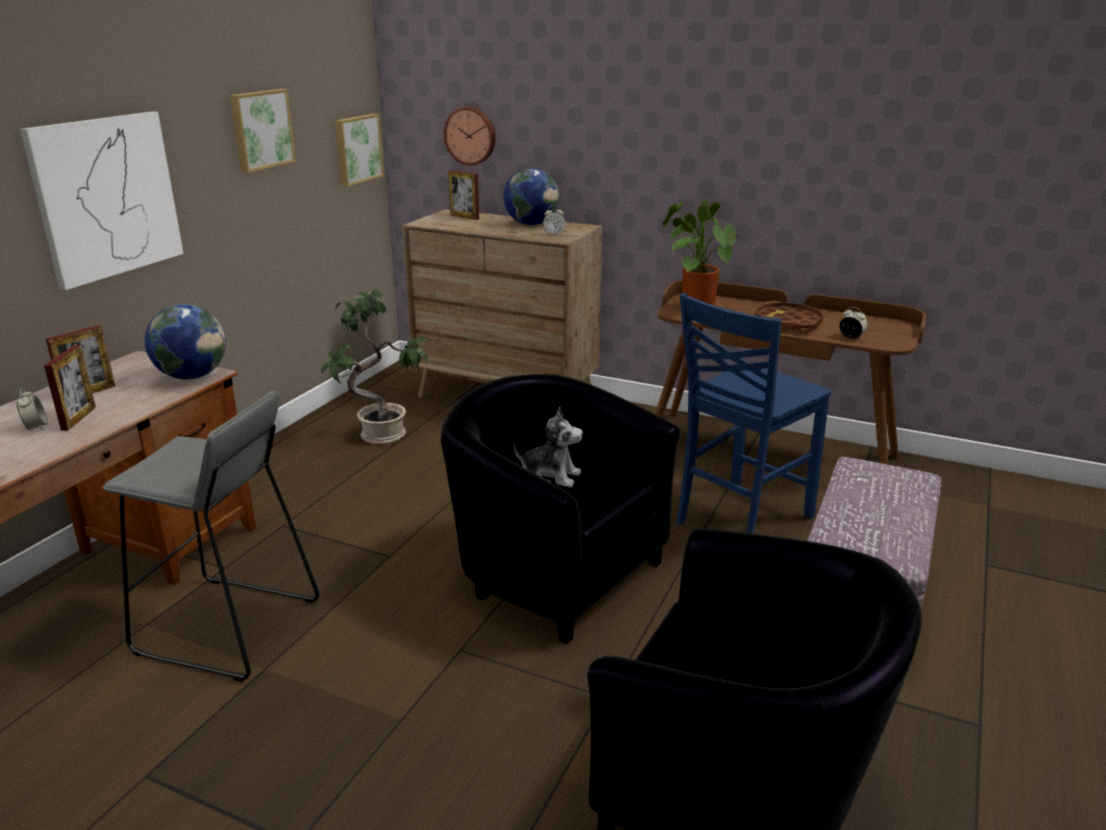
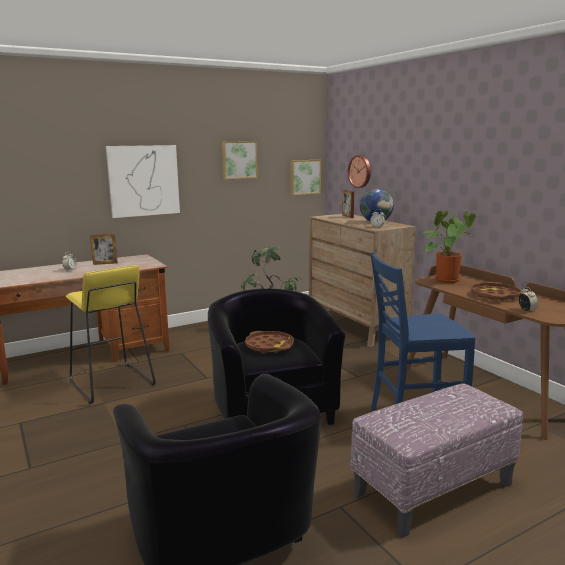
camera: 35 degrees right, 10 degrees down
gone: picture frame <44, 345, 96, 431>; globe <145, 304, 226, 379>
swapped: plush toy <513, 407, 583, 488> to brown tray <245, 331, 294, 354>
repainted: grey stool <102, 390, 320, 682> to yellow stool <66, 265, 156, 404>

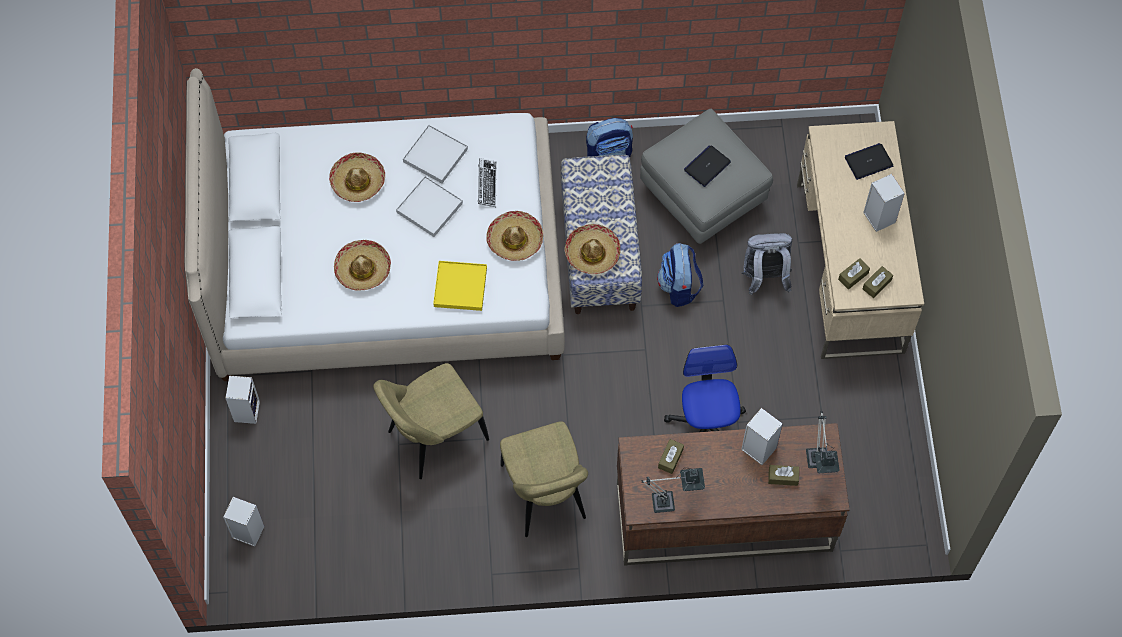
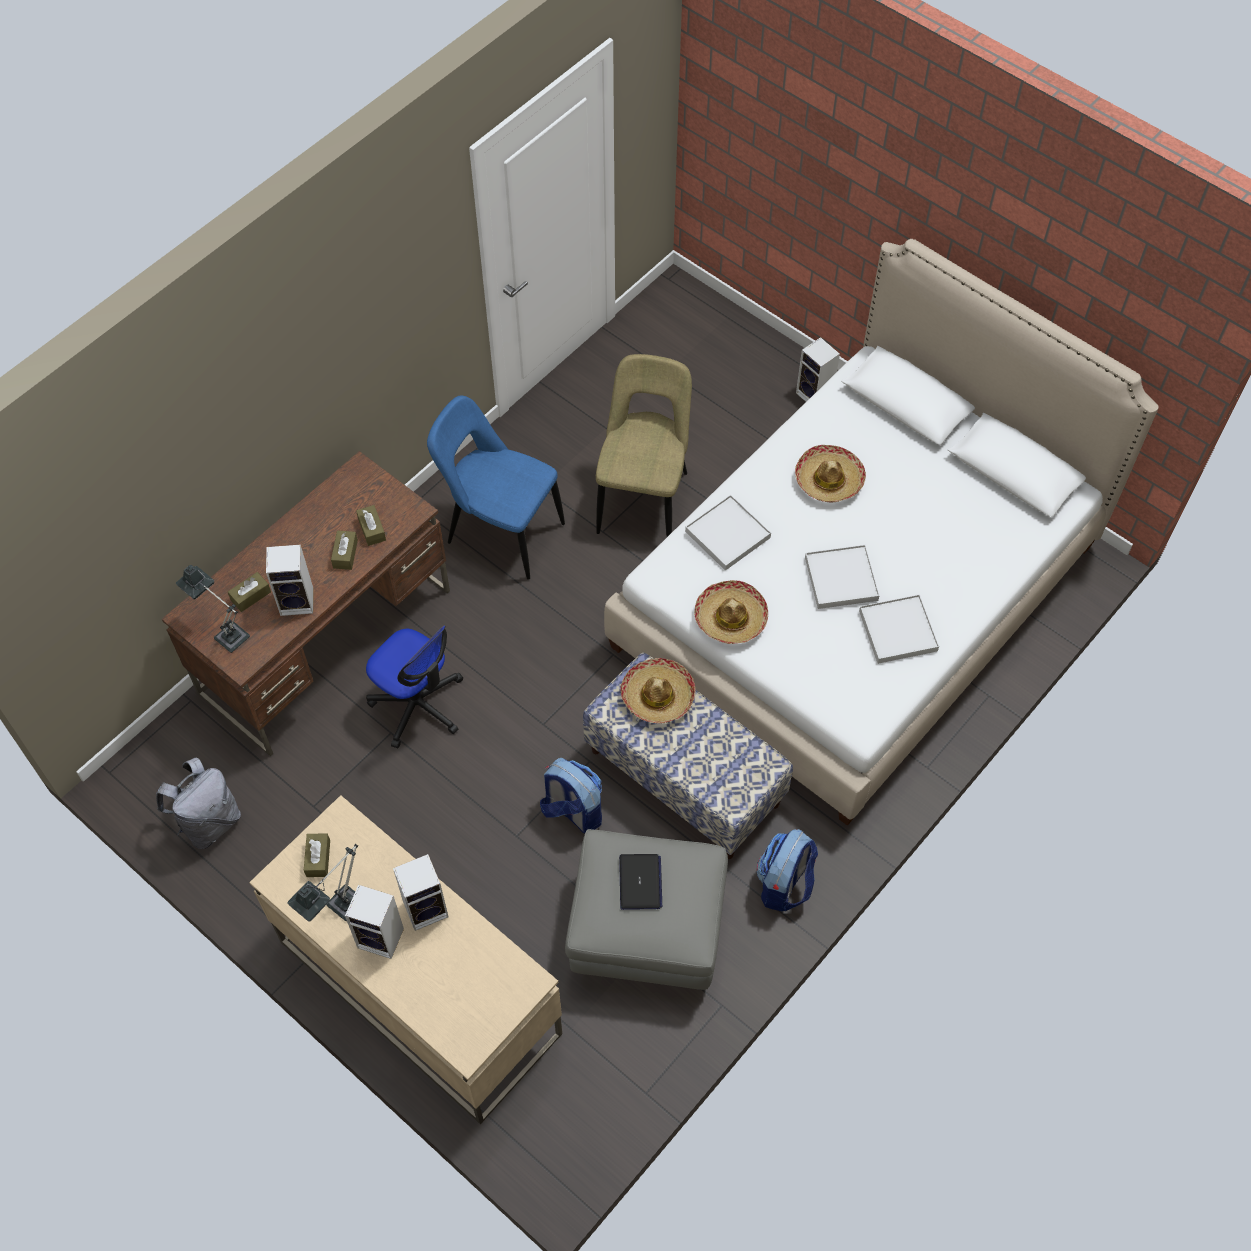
camera: 135 degrees right, 5 degrees down
gone: hat <329, 152, 385, 202>; keyboard <478, 158, 497, 207>; laptop <845, 143, 893, 180>
shifted: speaker <223, 497, 265, 547> to <393, 854, 449, 931>; table lamp <641, 468, 705, 513> to <287, 844, 358, 921>; grey backpack <742, 233, 792, 295> to <156, 758, 241, 849>; brown tissue box <838, 258, 870, 290> to <331, 530, 358, 570>
repainted: yellow tray <433, 261, 487, 311> to white tray <685, 495, 771, 571>; beige chair <500, 421, 588, 537> to blue chair <427, 395, 565, 580>

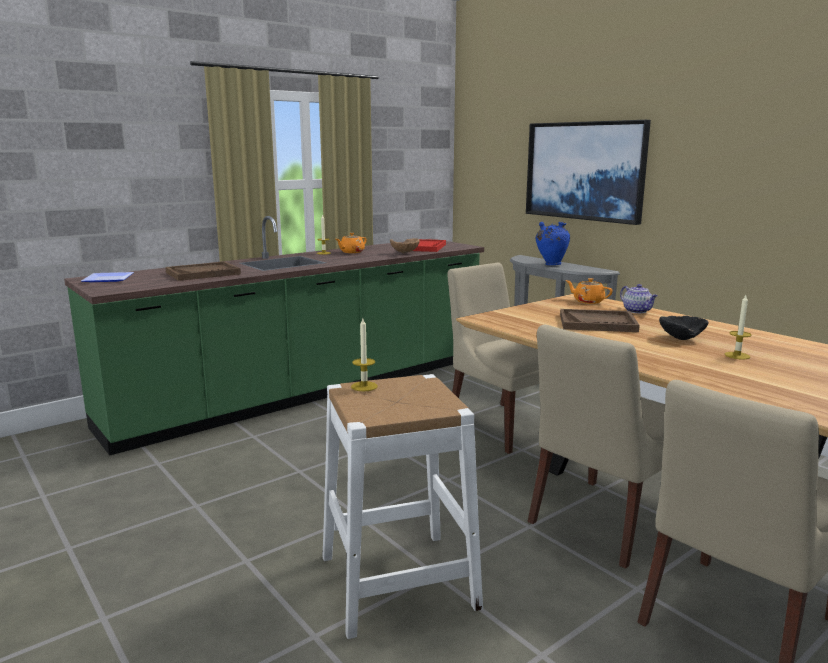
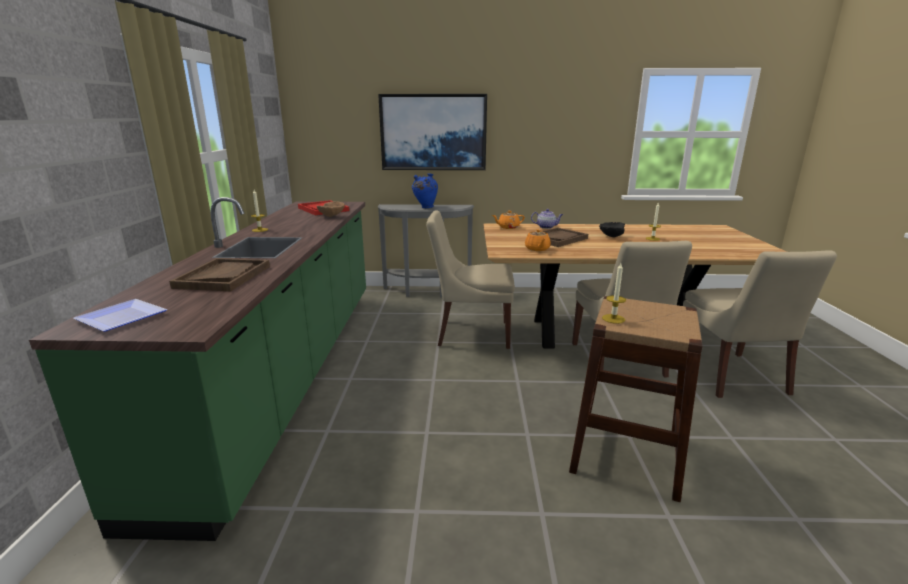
camera: 50 degrees left, 5 degrees up
shifted: orange teapot <336, 233, 367, 253> to <525, 229, 551, 251>
repainted: white stool <322, 374, 483, 639> to brown stool <569, 296, 703, 502>

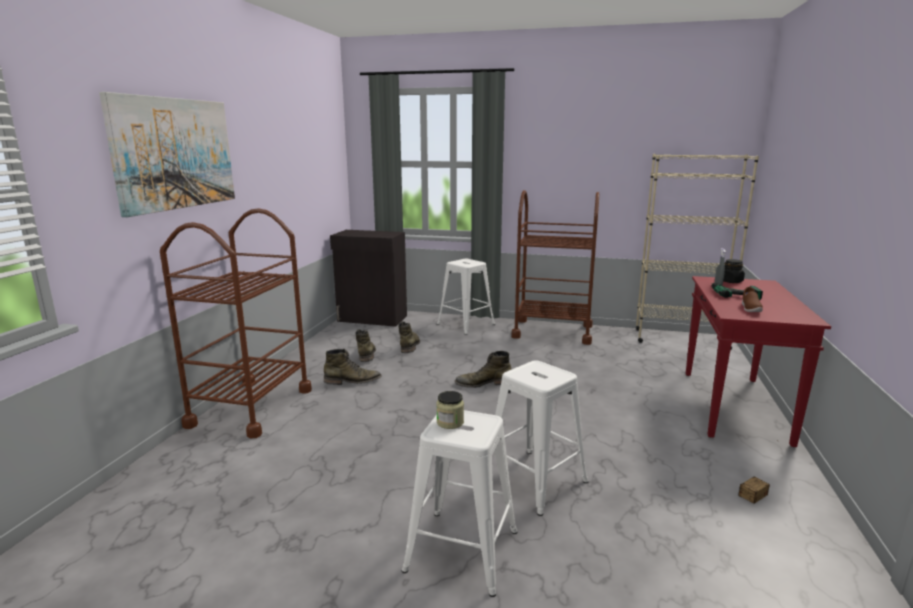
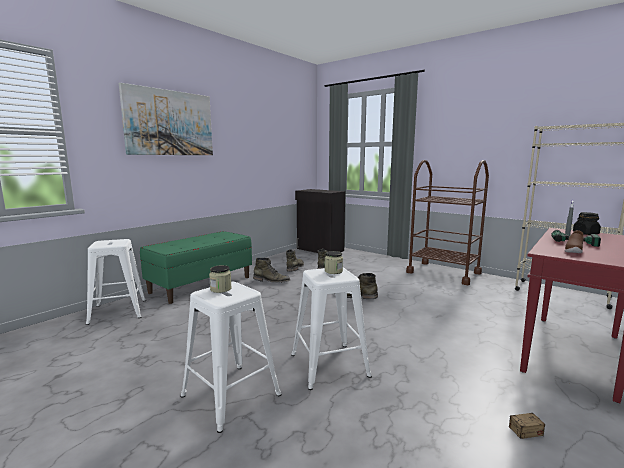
camera: 25 degrees right, 5 degrees down
new: jar <325, 251, 343, 274>
shifted: white stool <437, 259, 495, 335> to <86, 239, 146, 325>
swapped: brown cart <160, 208, 312, 438> to green bench <140, 231, 252, 304>

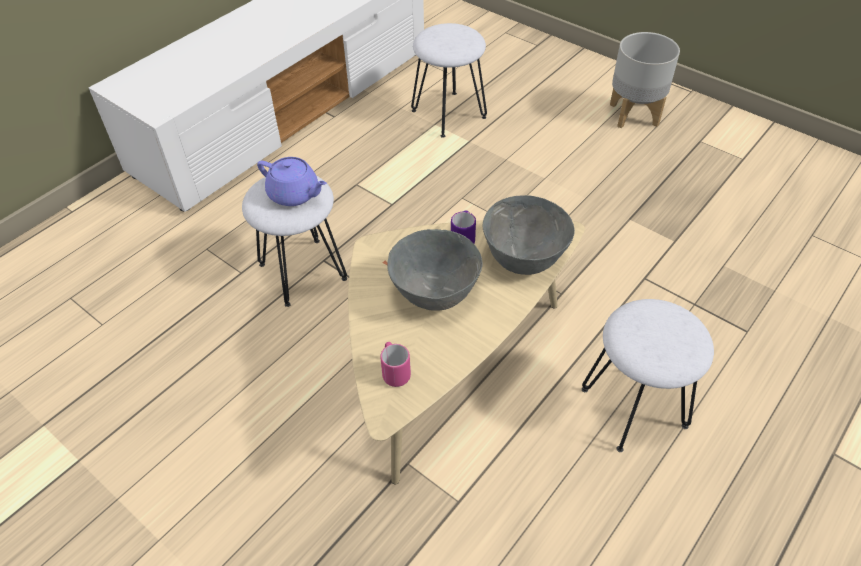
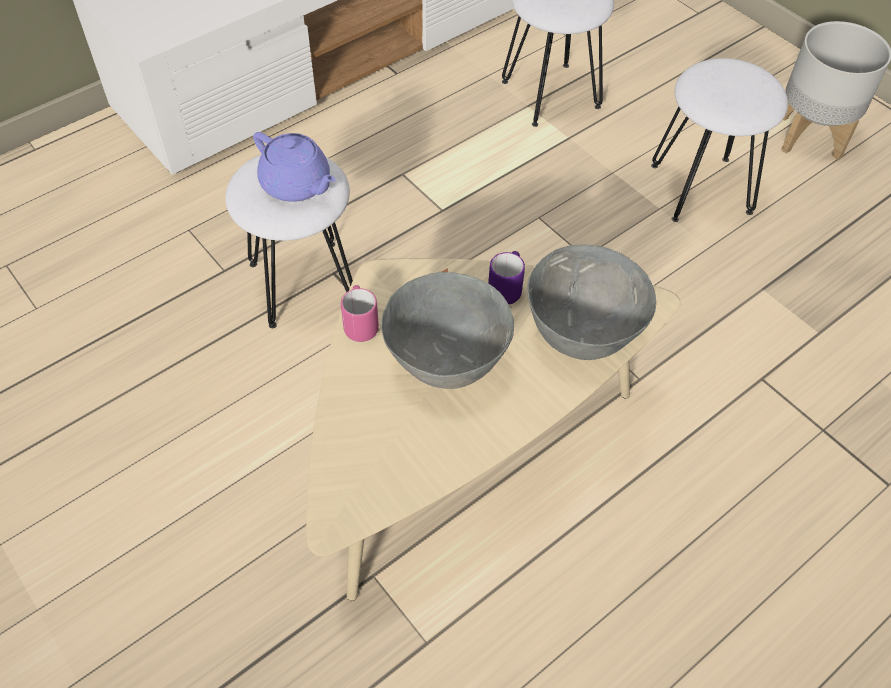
camera: 10 degrees right, 5 degrees up
shifted: pink mug <380, 342, 411, 387> to <341, 285, 379, 342>; white stool <582, 299, 714, 452> to <651, 58, 788, 222>

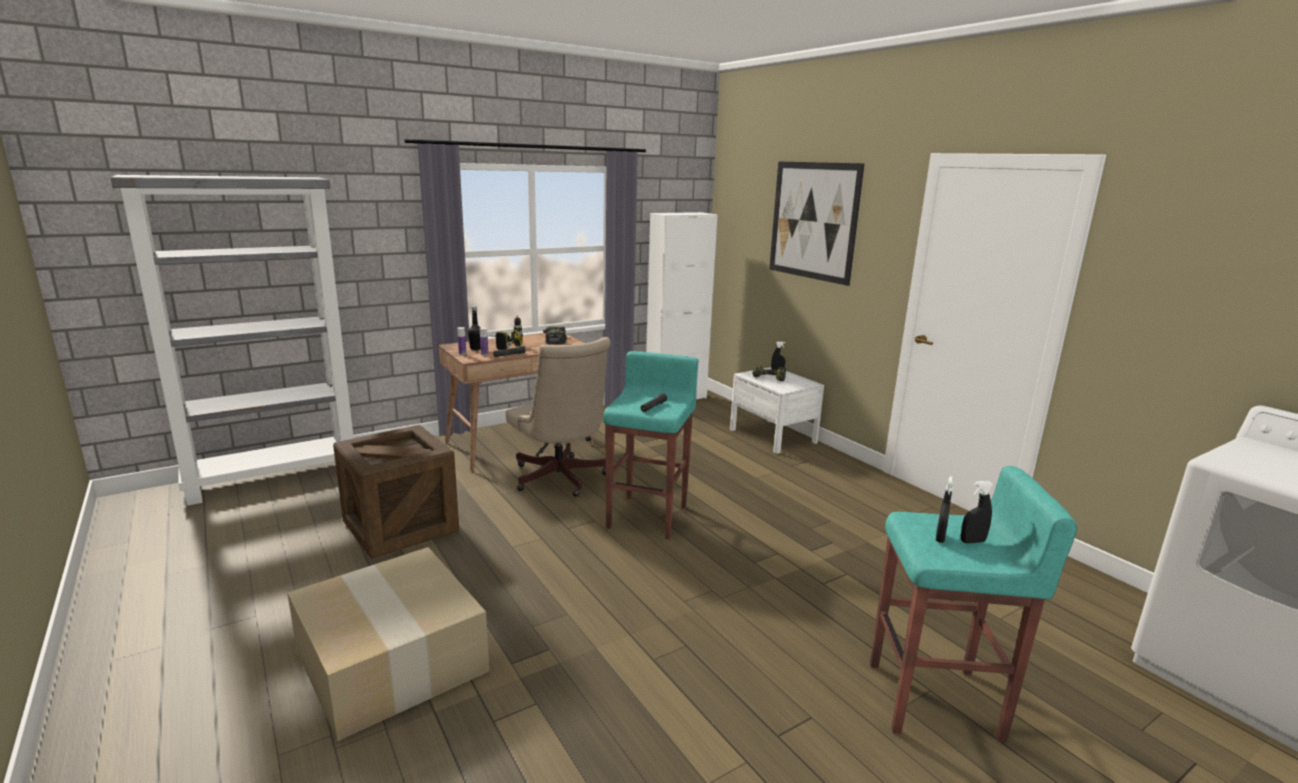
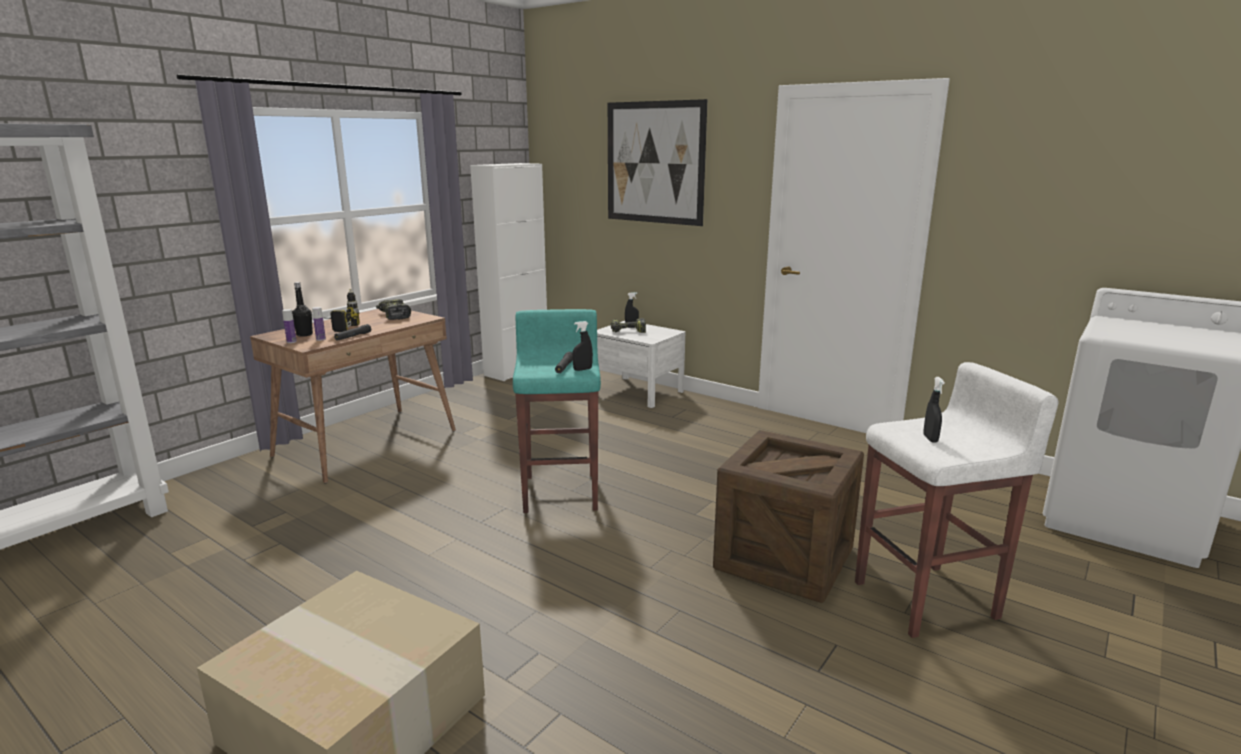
camera: 20 degrees left, 0 degrees up
gone: beige office chair <506, 337, 610, 497>
shifted: crate <333, 425, 459, 558> to <713, 430, 864, 603>; black spray bottle <961, 481, 994, 543> to <572, 321, 593, 371>
repainted: turquoise stool <870, 466, 1077, 742> to white stool <855, 362, 1059, 638>

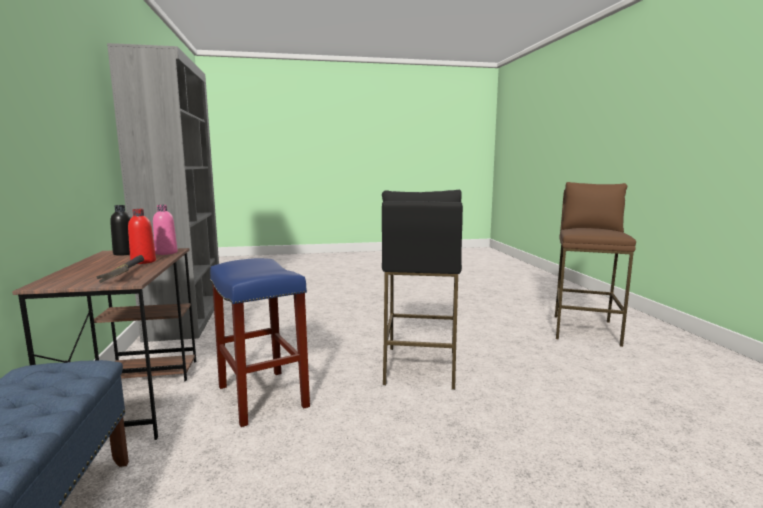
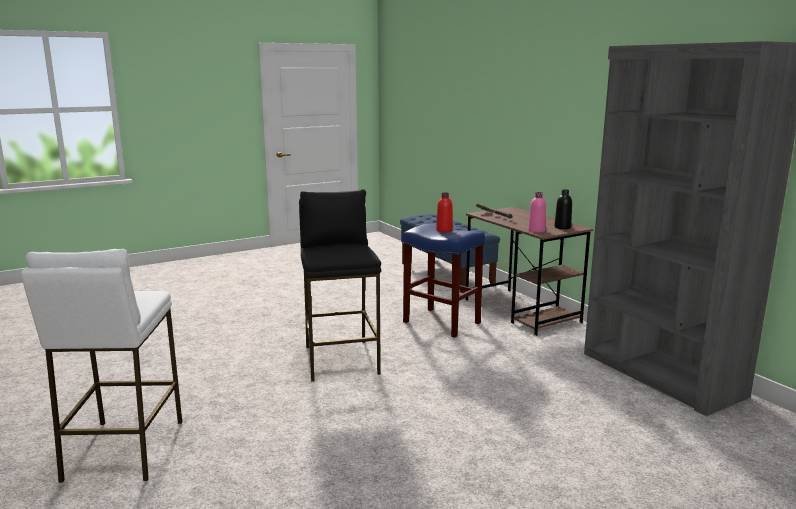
camera: 160 degrees right, 5 degrees up
shifted: red bottle <128, 209, 156, 264> to <436, 193, 453, 232>
repainted: brown stool <555, 182, 636, 347> to white stool <21, 249, 182, 483>

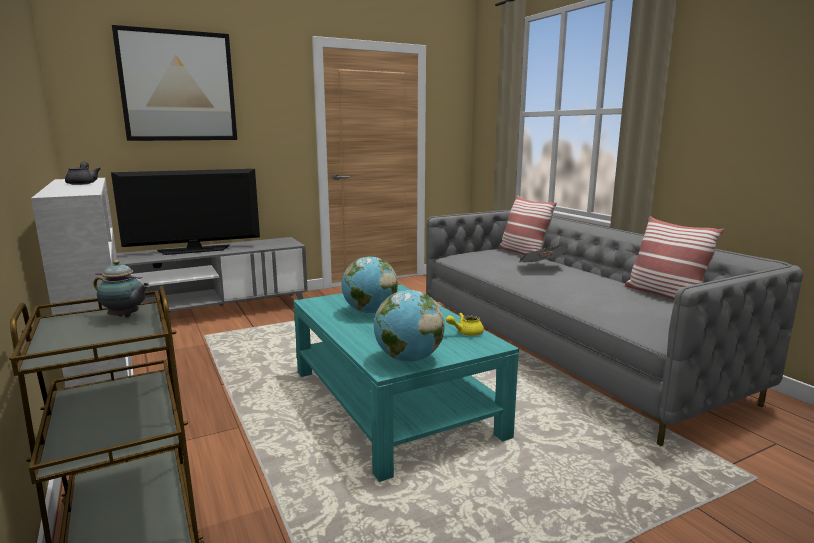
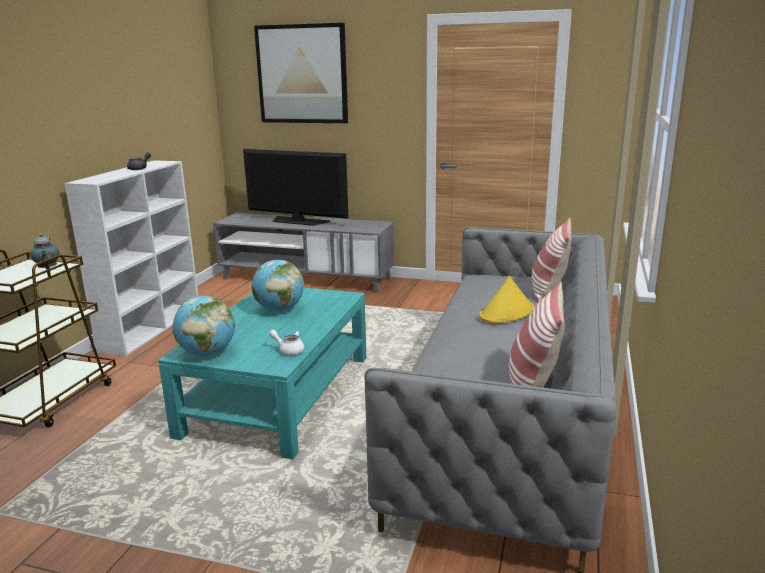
camera: 45 degrees right, 5 degrees up
swapped: newspaper <519, 245, 568, 263> to yellow hat <479, 276, 534, 323>
repainted: yellow teapot <446, 313, 484, 336> to white teapot <269, 330, 304, 355>

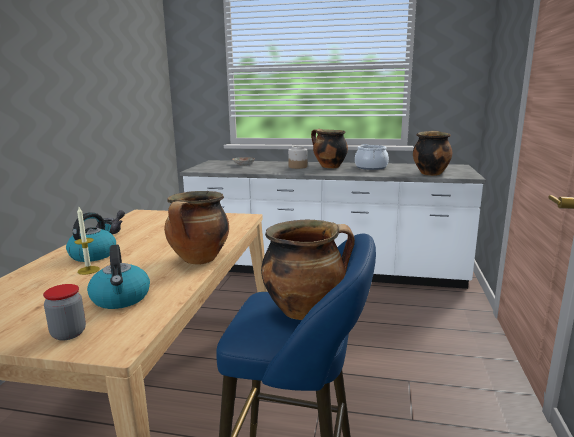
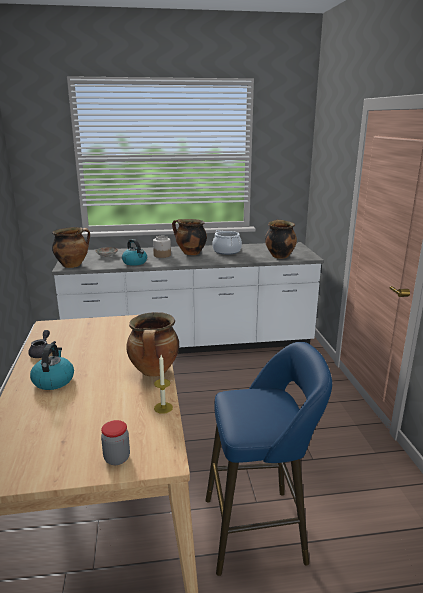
camera: 20 degrees left, 5 degrees up
shifted: candle <74, 207, 100, 275> to <154, 355, 173, 414>; kettle <87, 244, 150, 309> to <122, 239, 147, 266>; cooking pot <261, 220, 355, 320> to <52, 227, 90, 268>

